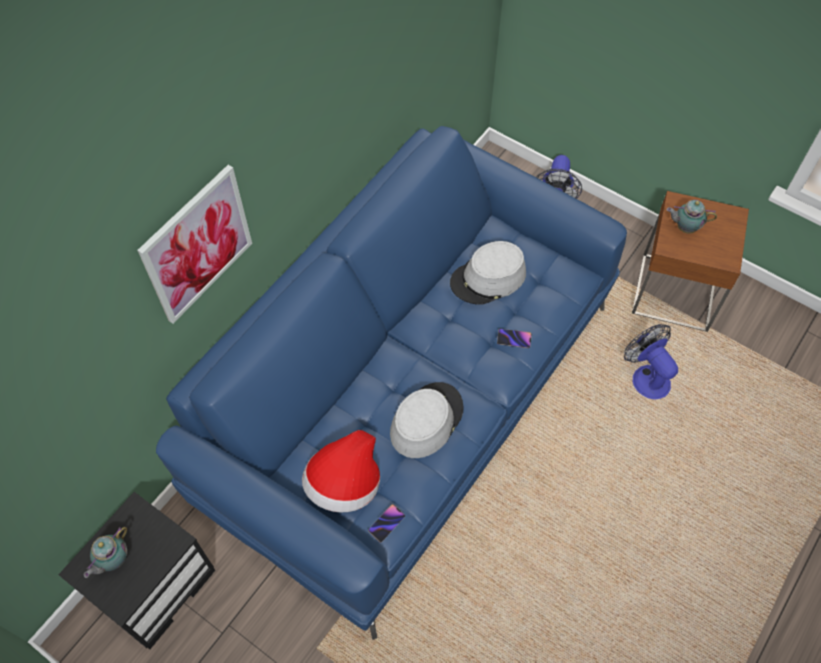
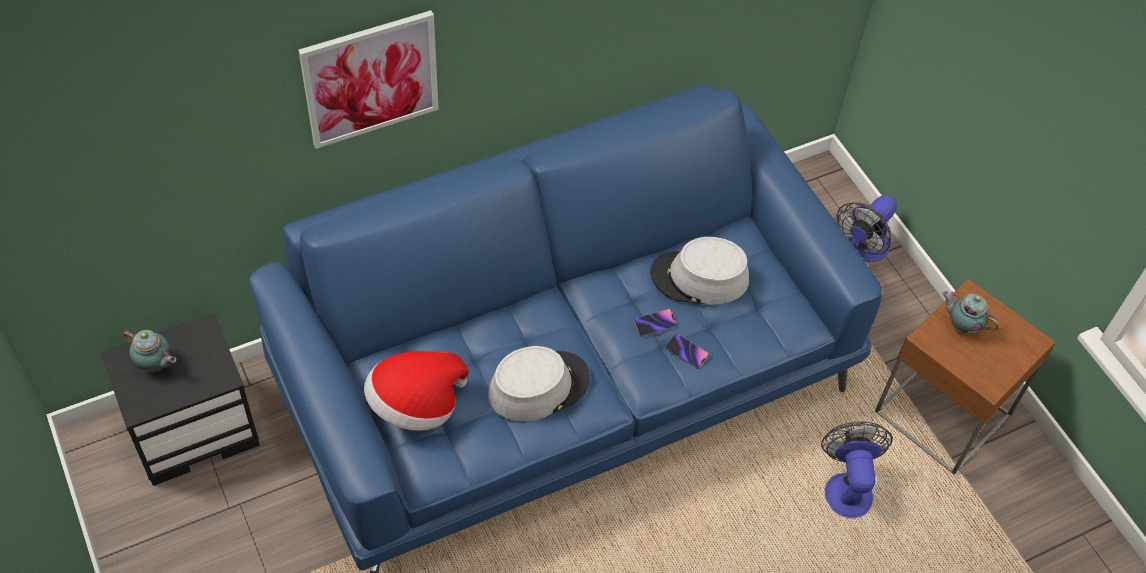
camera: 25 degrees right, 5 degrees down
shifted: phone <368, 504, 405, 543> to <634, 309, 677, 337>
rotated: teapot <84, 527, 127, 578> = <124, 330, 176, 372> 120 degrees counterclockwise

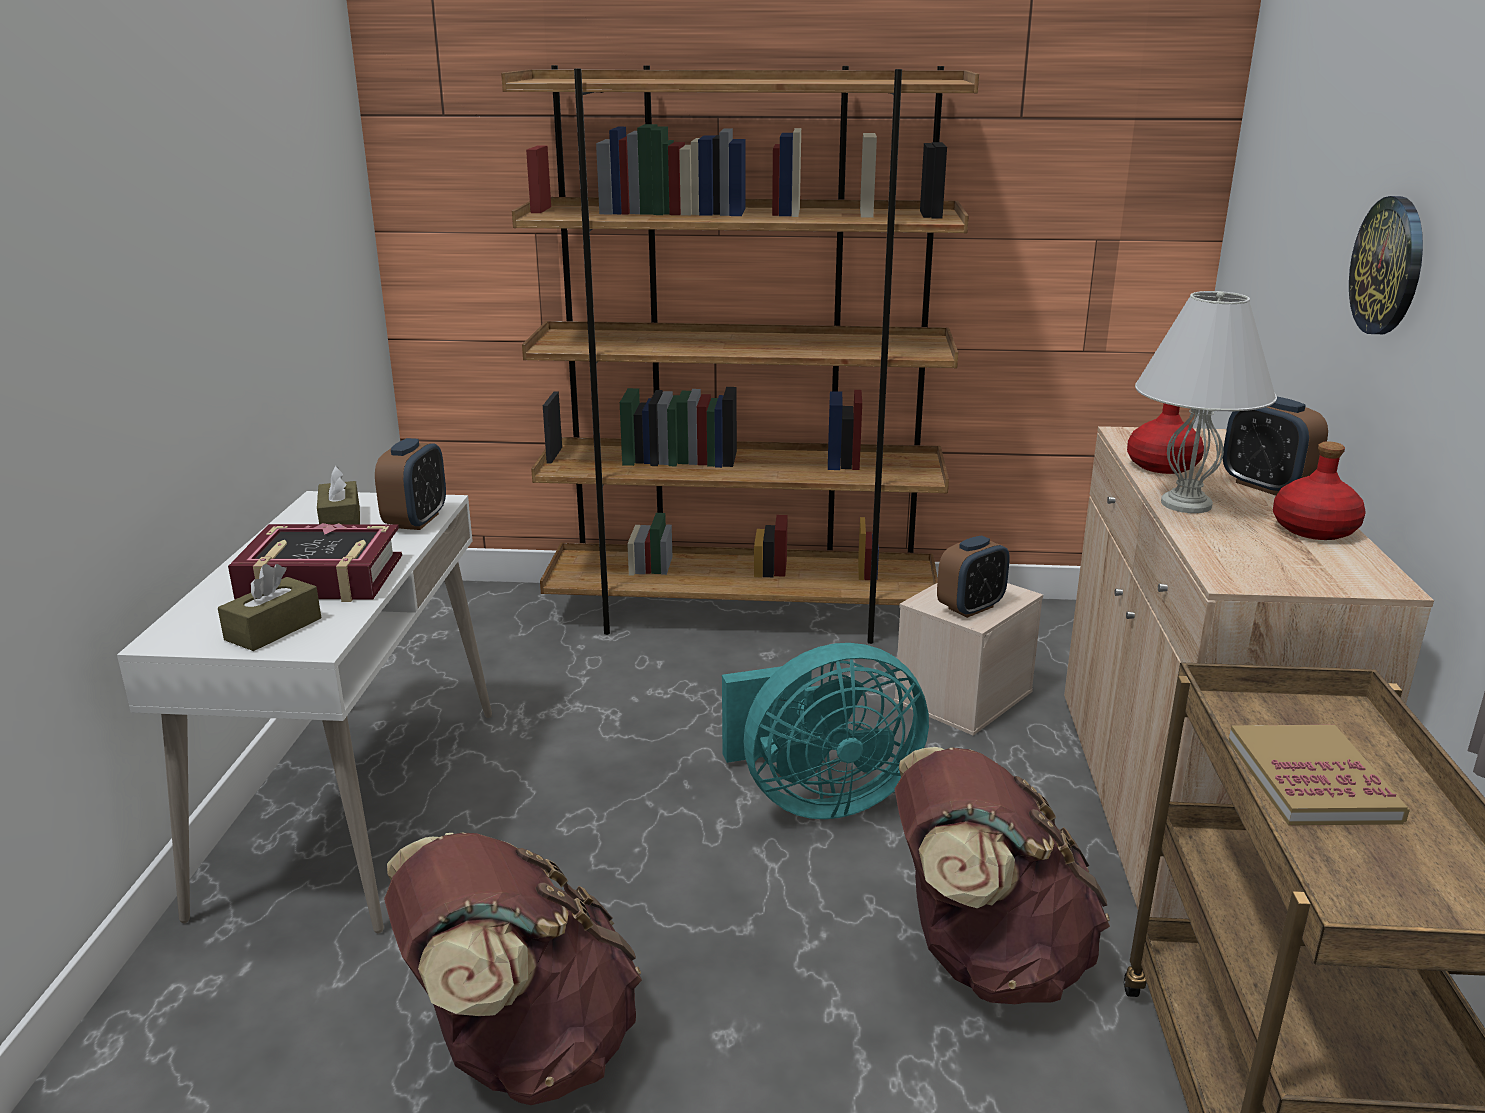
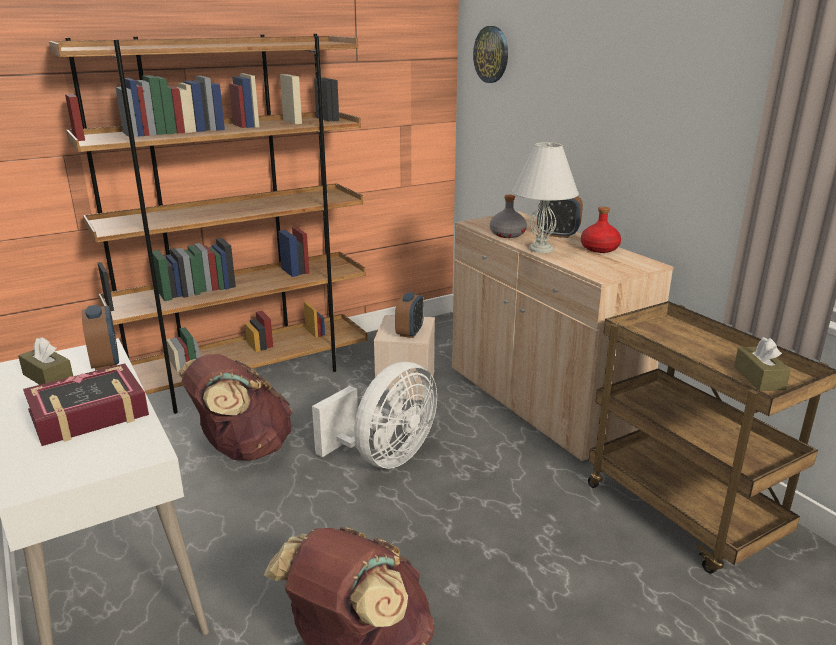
camera: 35 degrees left, 0 degrees up
gone: book <1229, 725, 1410, 825>
shifted: brown tissue box <218, 564, 321, 651> to <734, 337, 791, 391>; brown backpack <895, 747, 1110, 1004> to <179, 354, 293, 461>; wall clock <1349, 196, 1423, 334> to <473, 26, 508, 83>
repainted: turquoise fan <722, 643, 929, 819> to white fan <312, 362, 437, 469>; red bottle <1127, 403, 1204, 474> to grey bottle <490, 195, 527, 238>

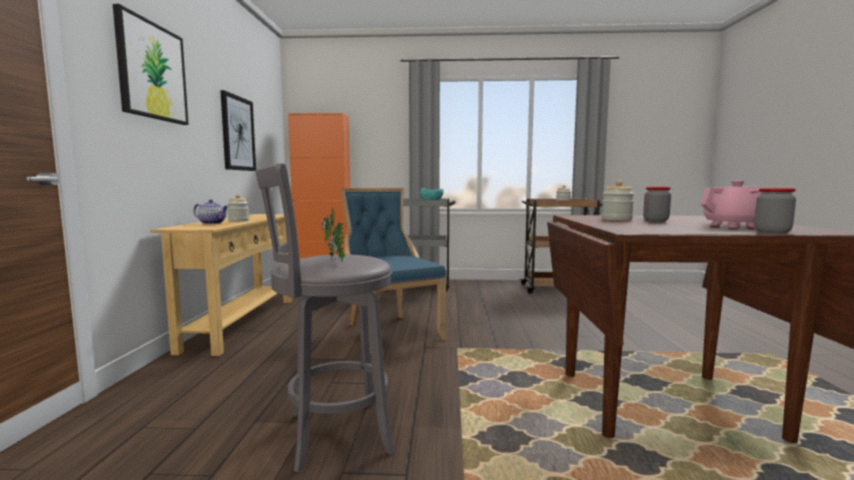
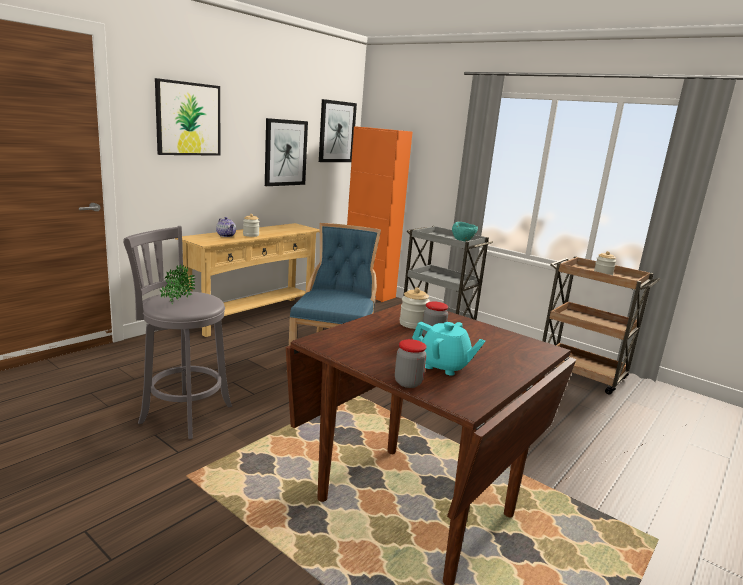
camera: 35 degrees right, 10 degrees up
new: picture <319, 99, 357, 162>
repainted: pink teapot <700, 180, 763, 228> to turquoise teapot <412, 322, 486, 376>

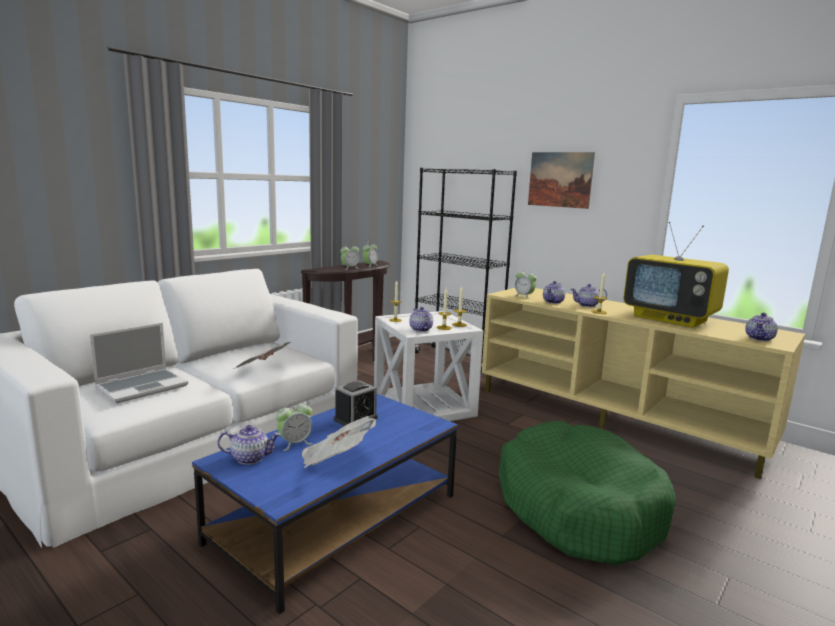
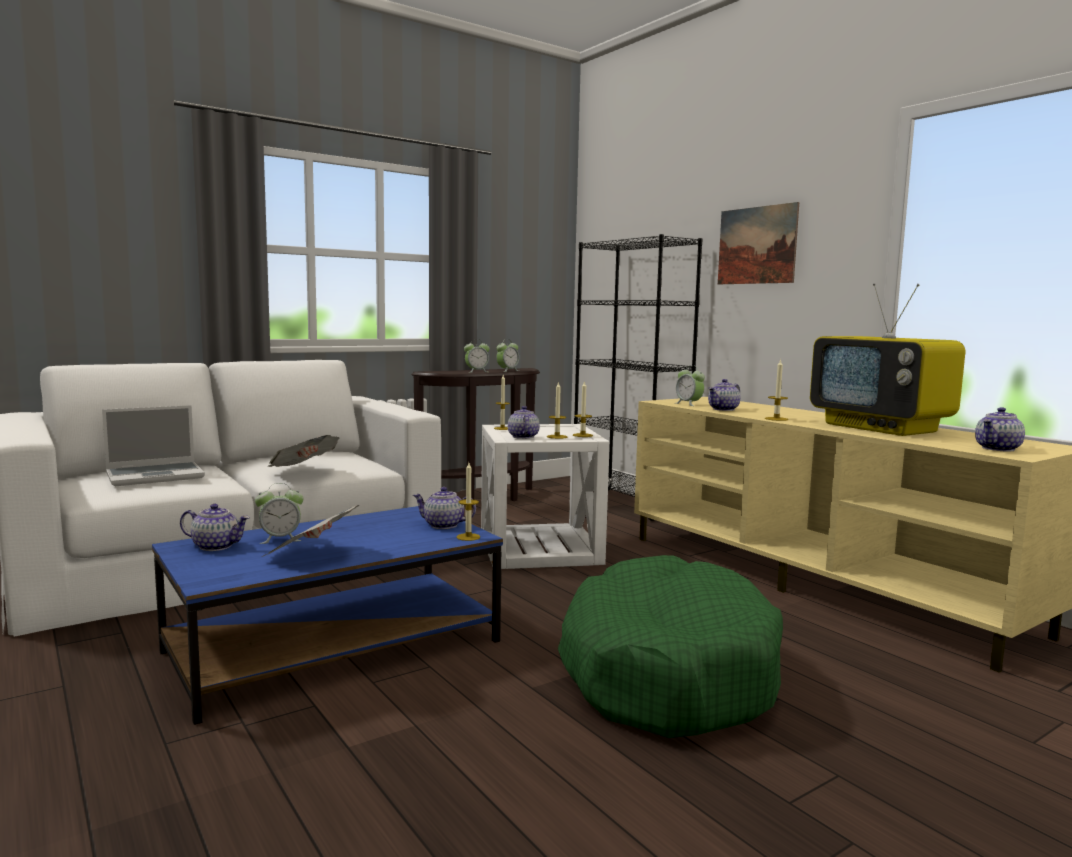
camera: 15 degrees right, 5 degrees down
gone: alarm clock <334, 380, 378, 426>
new: candle <457, 463, 480, 541>
shifted: teapot <571, 284, 607, 307> to <413, 487, 476, 529>

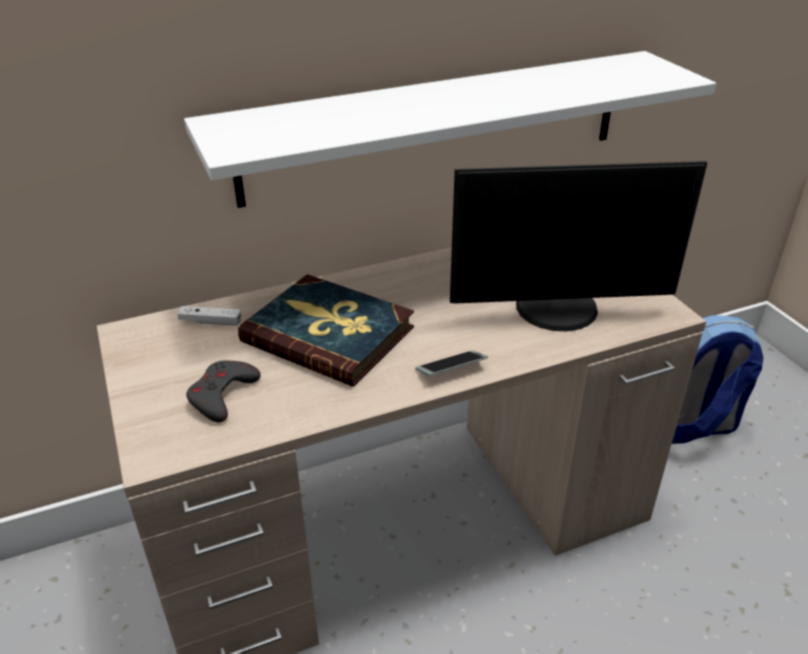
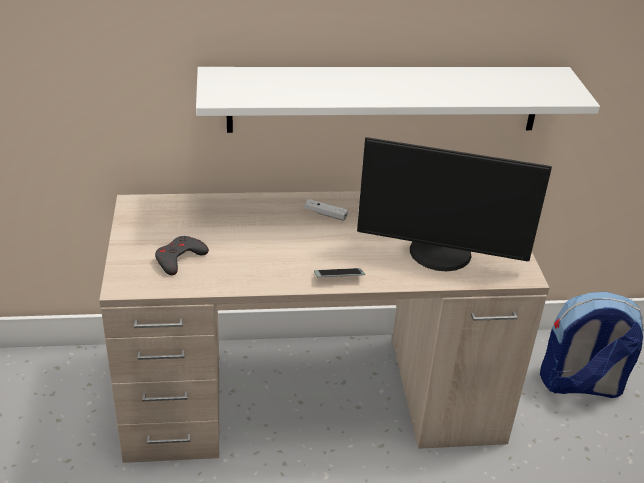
camera: 15 degrees right, 0 degrees up
gone: book <238, 274, 414, 387>
shifted: white game controller <177, 306, 241, 326> to <304, 199, 348, 221>

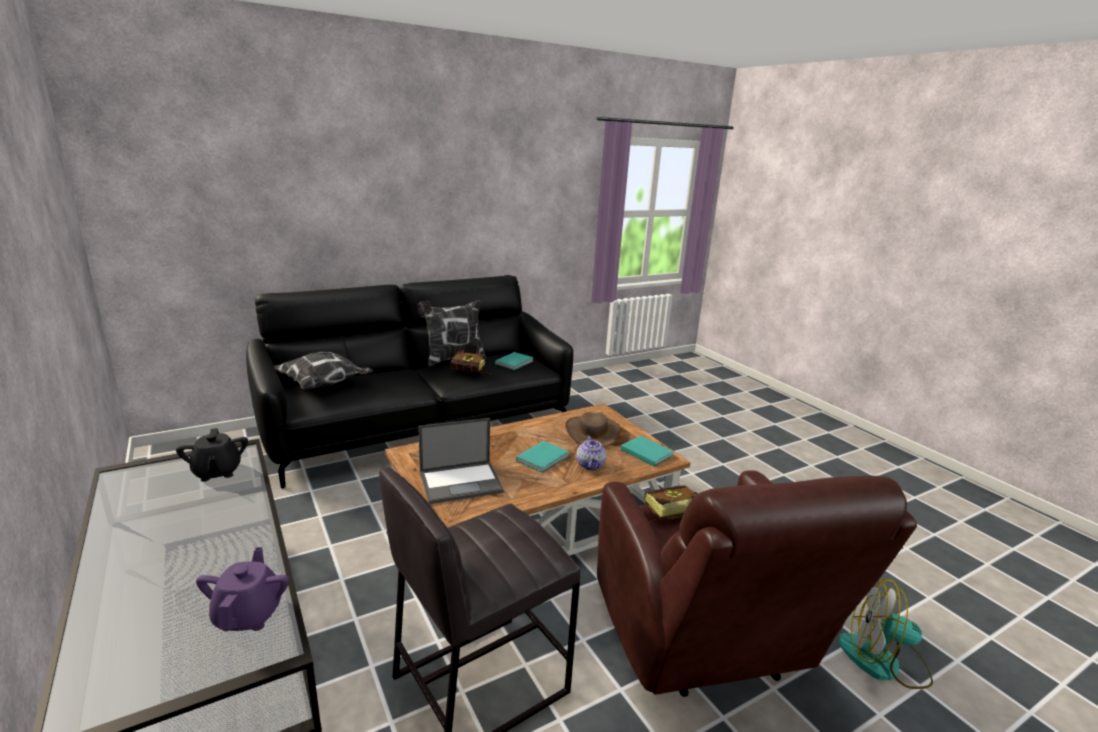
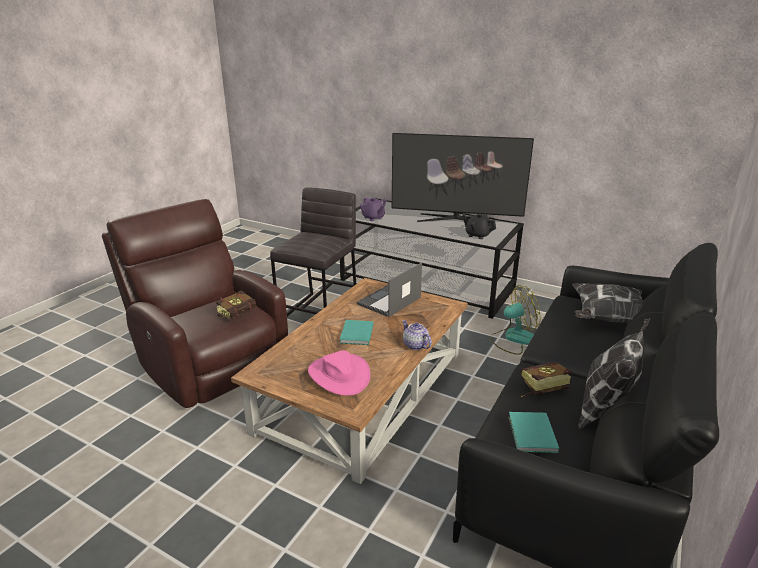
camera: 150 degrees right, 5 degrees up
gone: turquoise book <621, 436, 674, 467>
new: television <392, 133, 534, 222>
shifted: teapot <576, 435, 606, 470> to <402, 320, 432, 350>; fan <839, 579, 933, 689> to <489, 285, 541, 355>
repainted: brown hat <565, 412, 621, 447> to pink hat <308, 351, 371, 396>

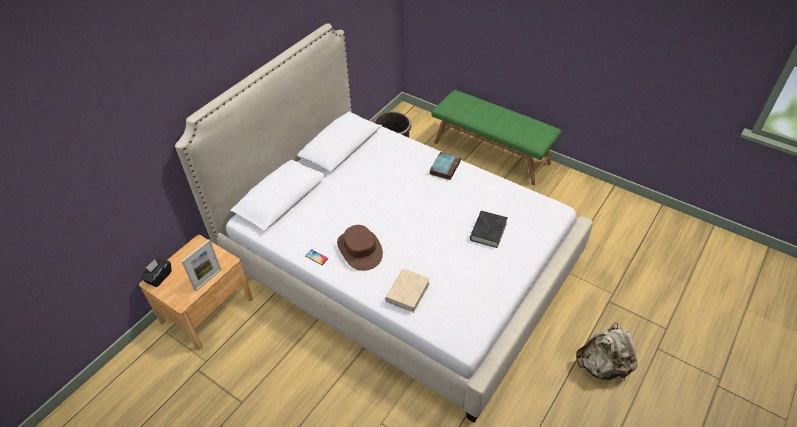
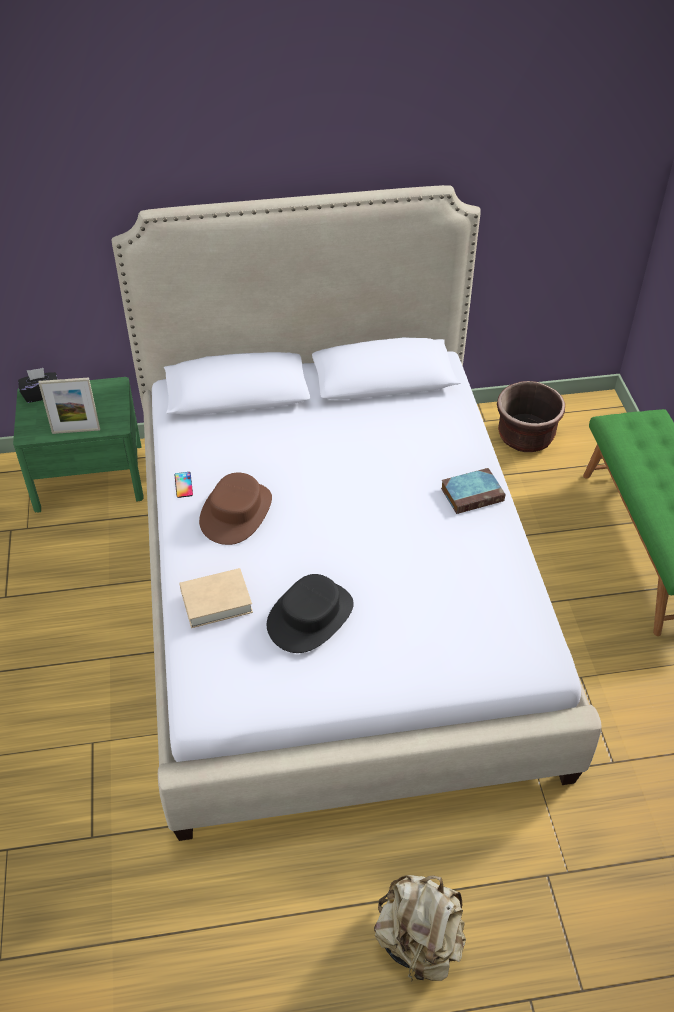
camera: 45 degrees right, 0 degrees up
gone: black book <470, 211, 508, 248>
new: black hat <267, 574, 354, 653>
repainted: brown nightstand <139, 235, 253, 350> to green nightstand <13, 377, 144, 513>

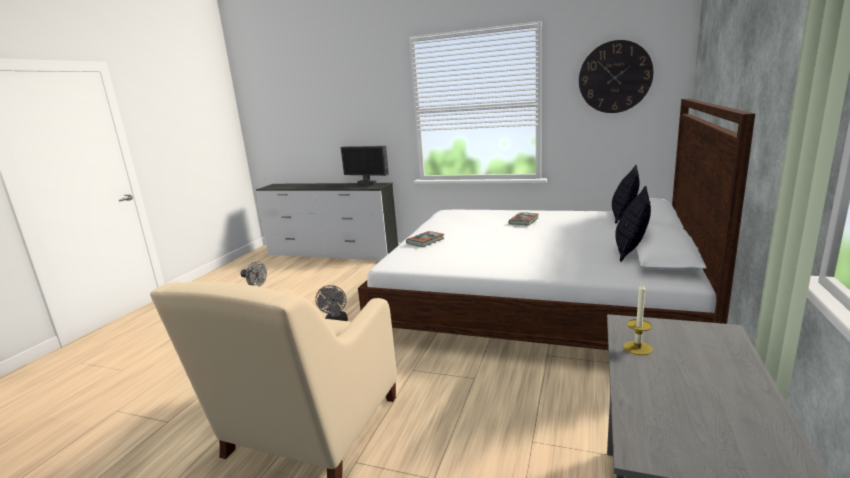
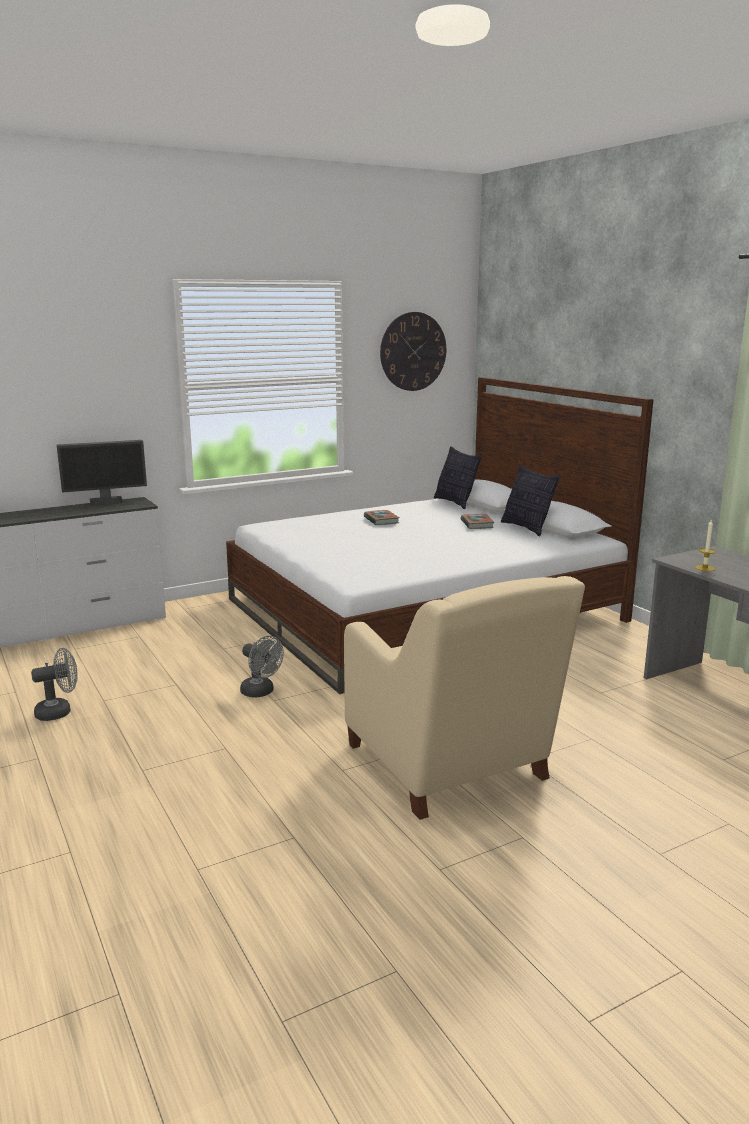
camera: 50 degrees left, 0 degrees up
shifted: book <406, 231, 444, 247> to <461, 514, 495, 529>

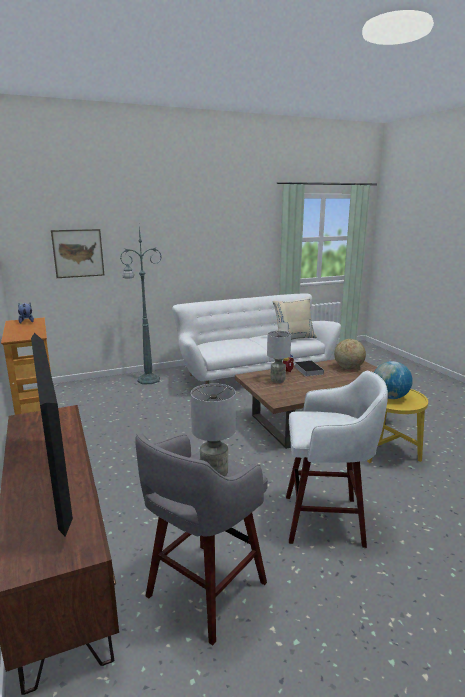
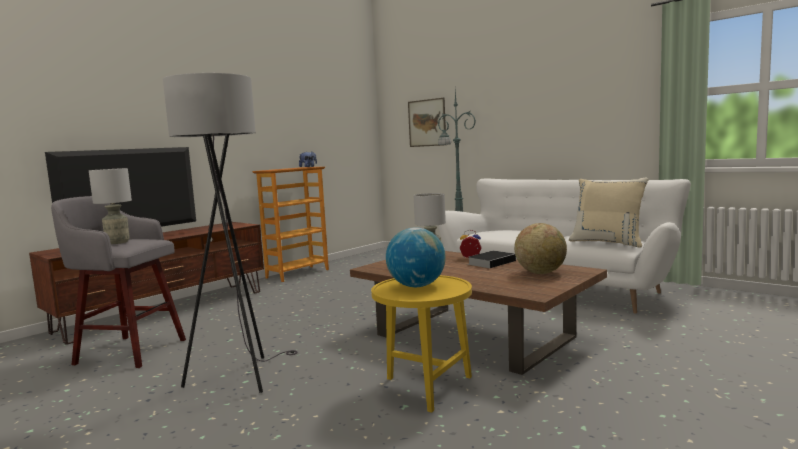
camera: 65 degrees right, 10 degrees down
swapped: white stool <286, 371, 388, 548> to grey floor lamp <163, 73, 297, 393>

